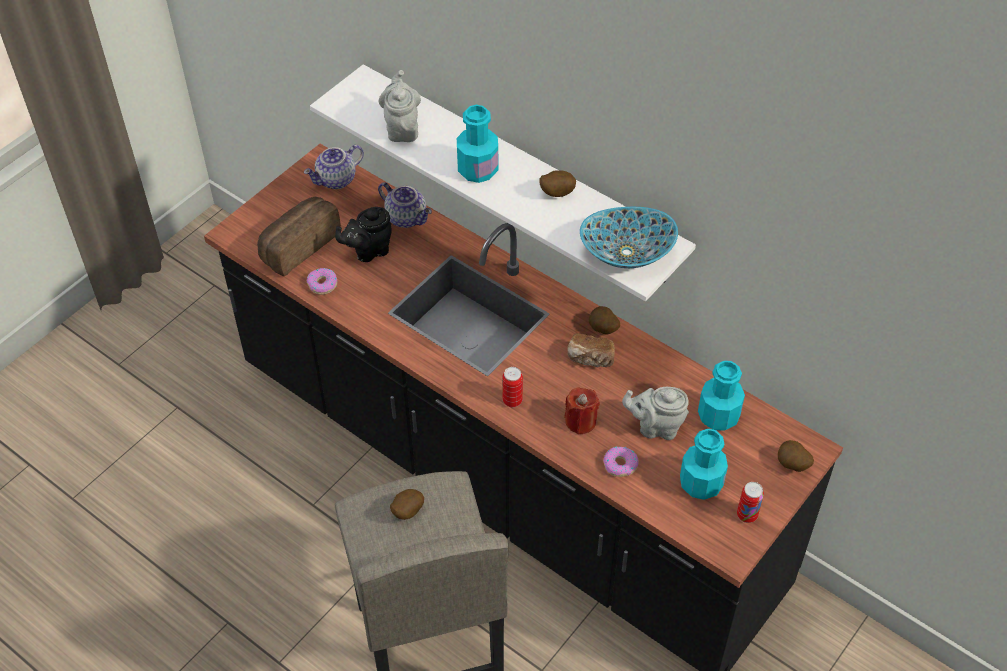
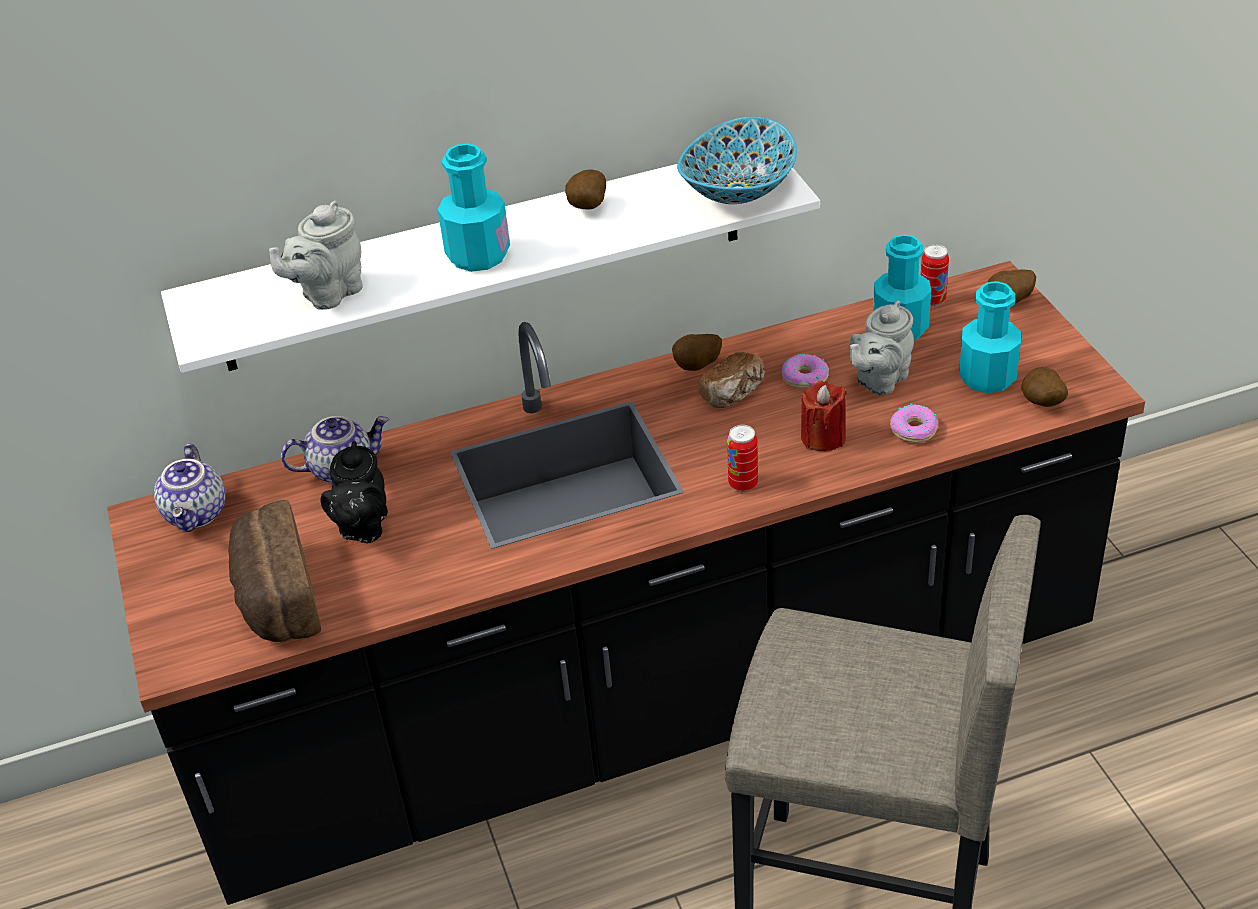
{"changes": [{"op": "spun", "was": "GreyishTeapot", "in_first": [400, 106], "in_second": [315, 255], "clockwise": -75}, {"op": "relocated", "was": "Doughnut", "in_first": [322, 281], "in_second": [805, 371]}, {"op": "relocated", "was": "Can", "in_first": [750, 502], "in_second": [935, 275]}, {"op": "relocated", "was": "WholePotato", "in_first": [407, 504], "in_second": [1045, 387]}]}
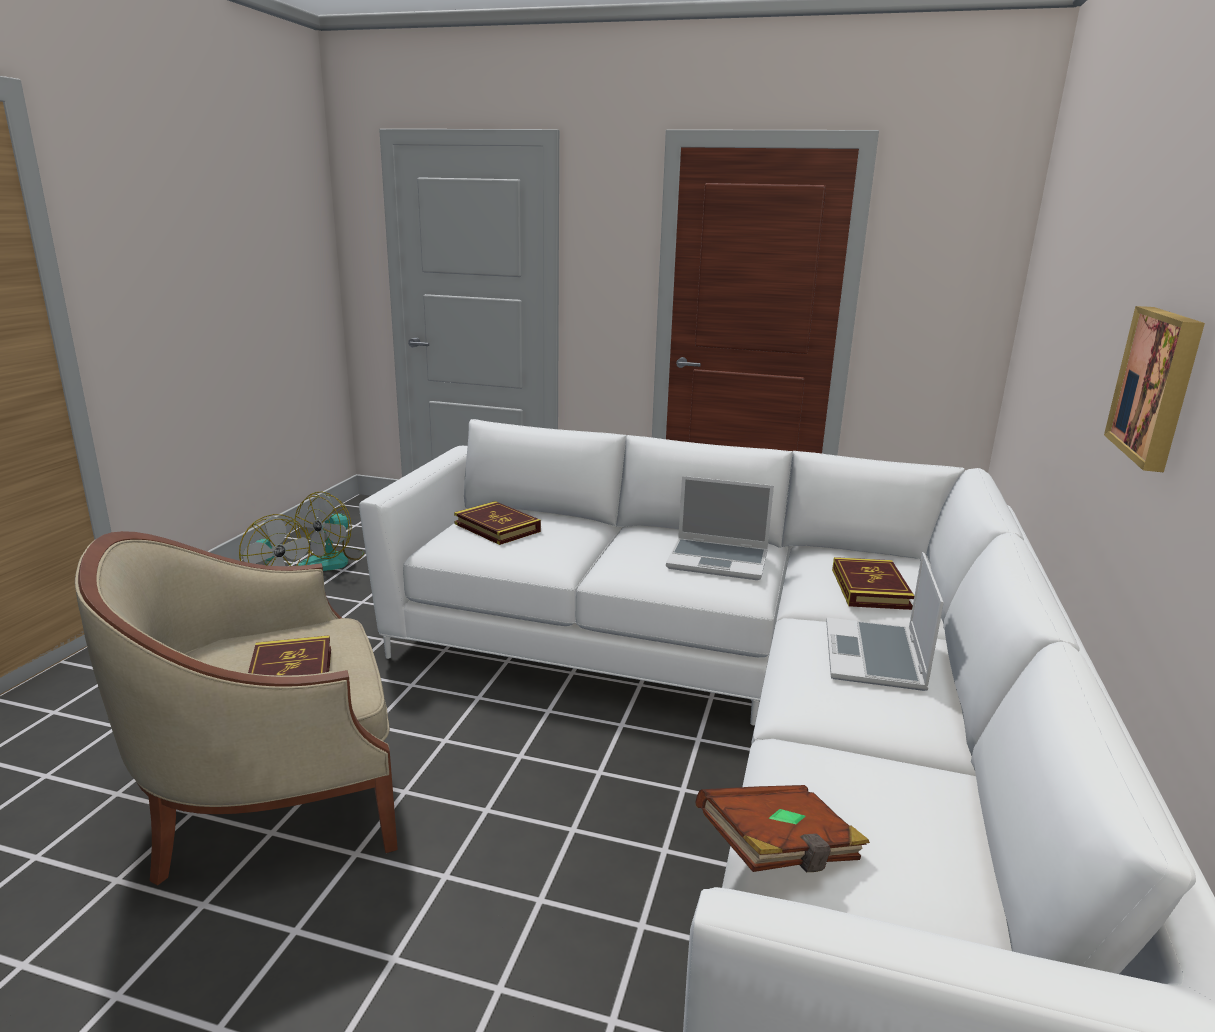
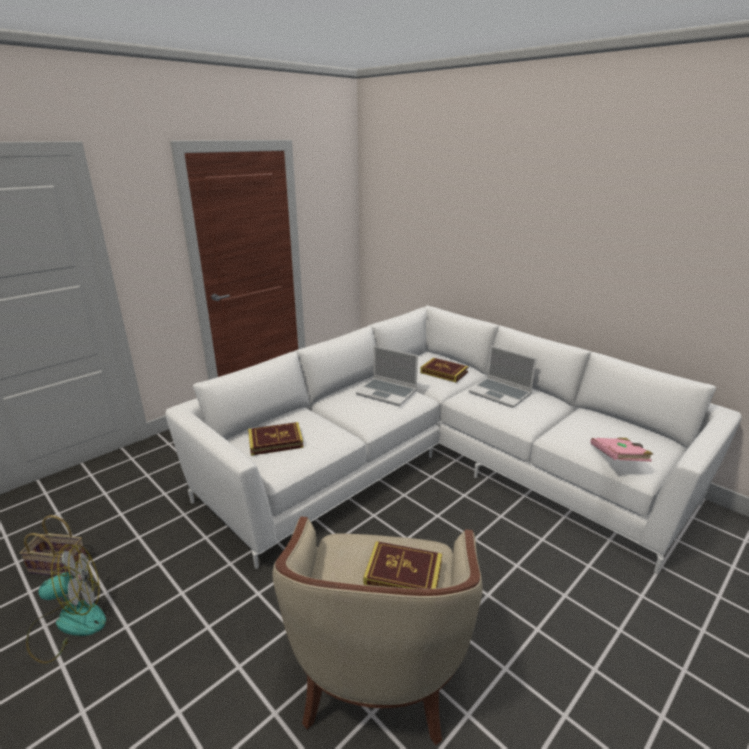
{"changes": [{"op": "exchanged", "was": "Fan", "now": "Basket", "in_first": [329, 531], "in_second": [54, 546]}, {"op": "spun", "was": "Laptop", "in_first": [720, 528], "in_second": [387, 376], "clockwise": 75}, {"op": "colour", "was": "BrownVolume", "now": "PinkVolume", "in_first": [783, 828], "in_second": [622, 450]}, {"op": "missing", "was": "WallPicture", "in_first": [1154, 389]}]}
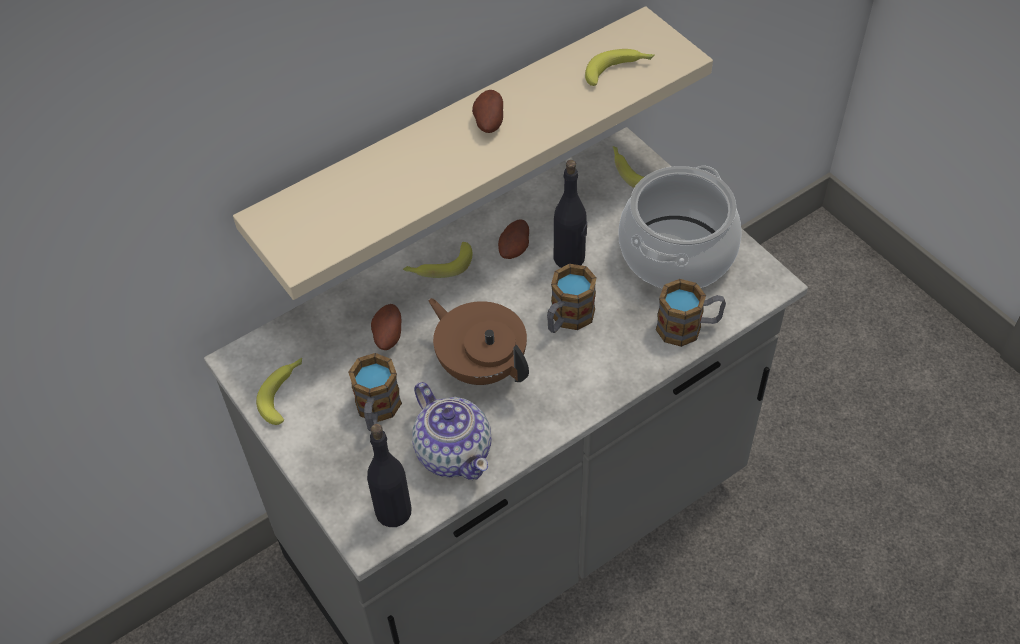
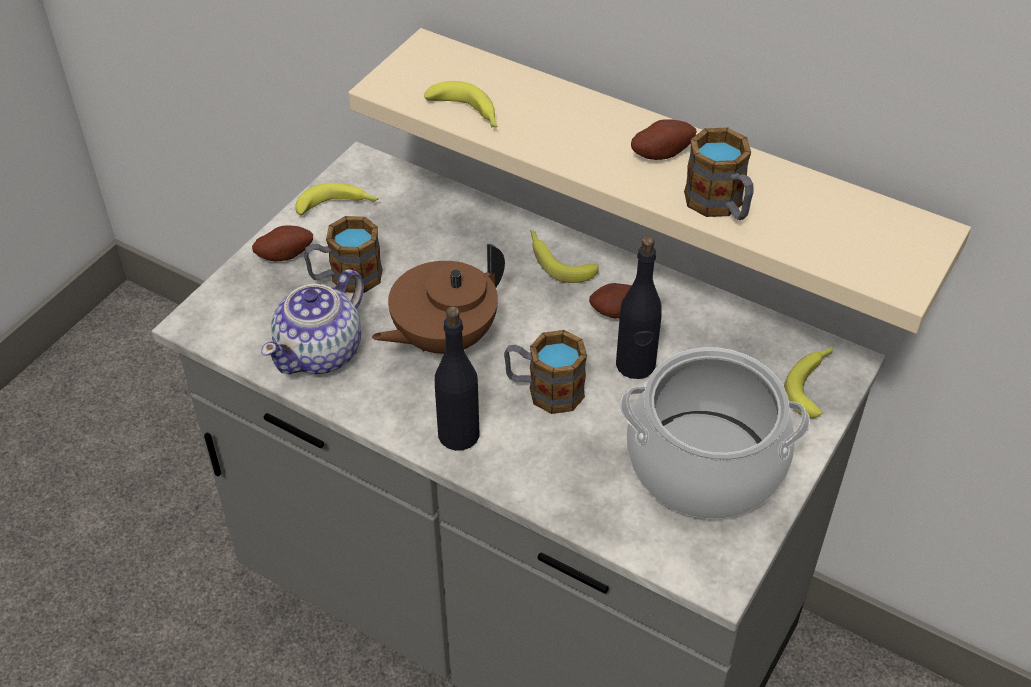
{"changes": [{"op": "relocated", "was": "WholePotato", "in_first": [386, 327], "in_second": [282, 243]}, {"op": "spun", "was": "BrownTeapot", "in_first": [478, 341], "in_second": [438, 299], "clockwise": -150}, {"op": "relocated", "was": "WholeBanana", "in_first": [619, 67], "in_second": [461, 104]}, {"op": "relocated", "was": "BlackishBottle", "in_first": [389, 475], "in_second": [457, 378]}, {"op": "relocated", "was": "Mug", "in_first": [691, 313], "in_second": [718, 173]}]}
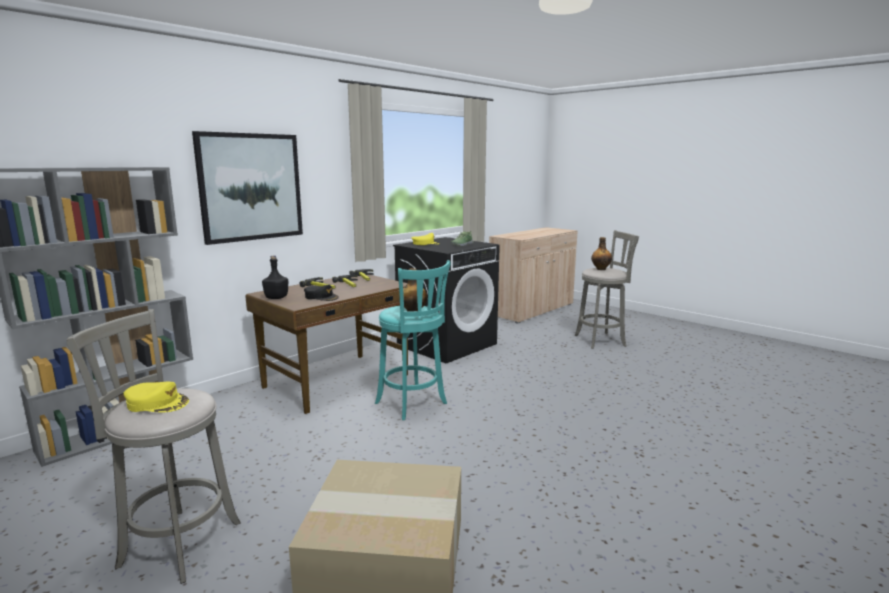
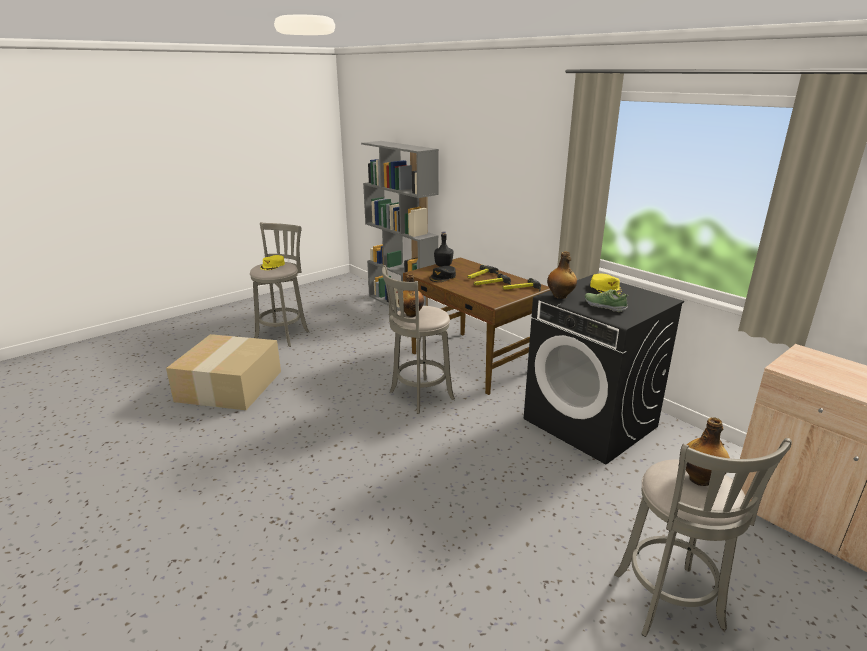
{"changes": [{"op": "colour", "was": "TurquoiseSittingStool", "now": "GreyishSittingStool", "in_first": [412, 340], "in_second": [418, 339]}, {"op": "appeared", "now": "Bottle", "in_second": [562, 275]}, {"op": "missing", "was": "WallPicture", "in_first": [247, 188]}]}
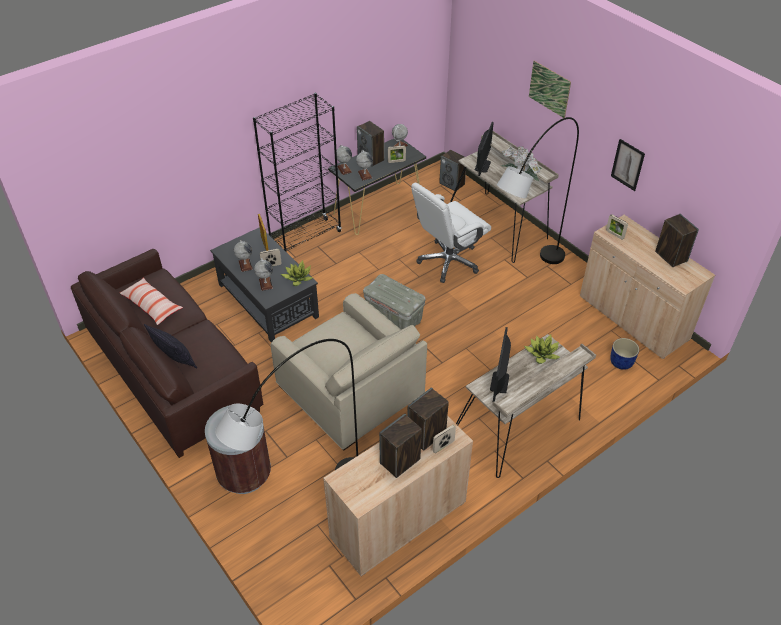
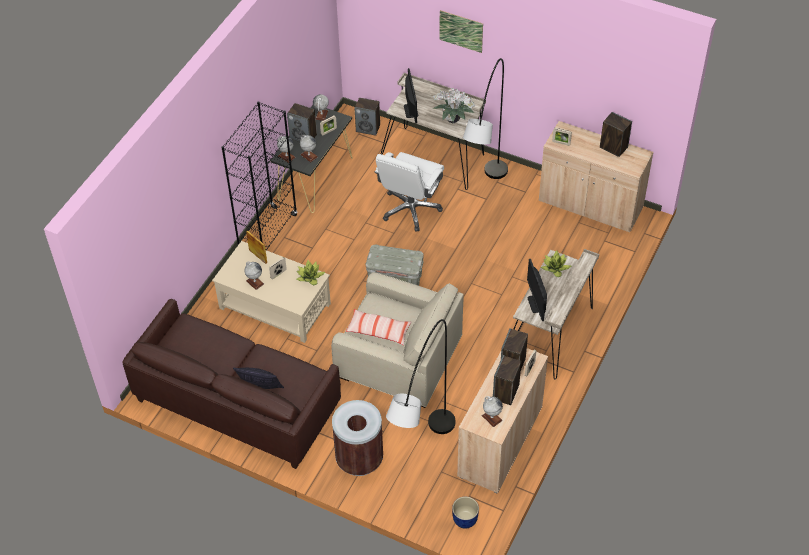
{"changes": [{"op": "colour", "was": "BlackishLoungeTable", "now": "BeigeColouredLoungeTable", "in_first": [264, 285], "in_second": [271, 292]}, {"op": "relocated", "was": "Pillow", "in_first": [151, 301], "in_second": [378, 327]}, {"op": "relocated", "was": "BluePlantPot", "in_first": [624, 354], "in_second": [465, 513]}, {"op": "relocated", "was": "Globe", "in_first": [263, 274], "in_second": [492, 411]}, {"op": "missing", "was": "WallPicture", "in_first": [628, 165]}]}
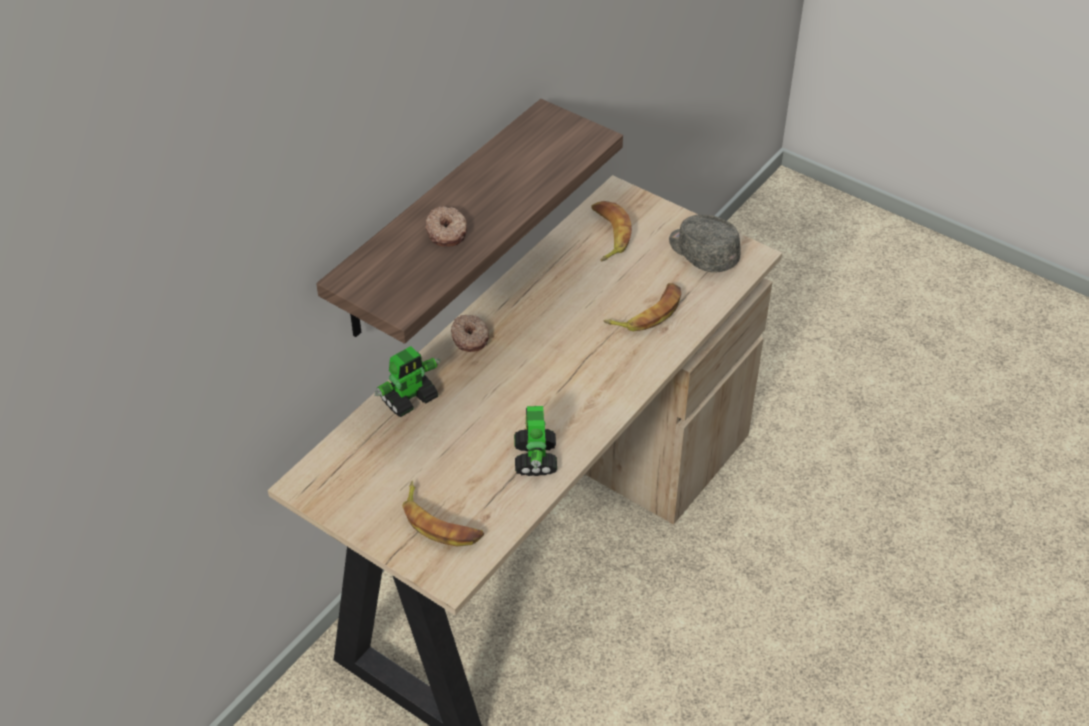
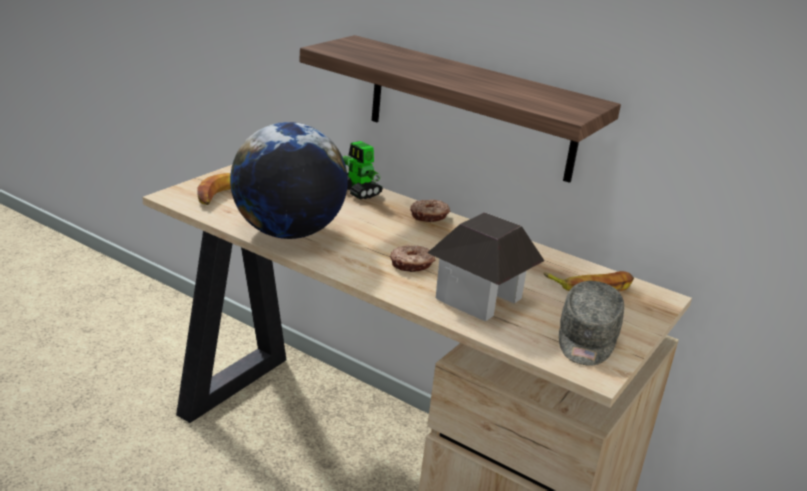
{"changes": [{"op": "exchanged", "was": "RobotFigure", "now": "Globe", "in_first": [535, 441], "in_second": [289, 180]}, {"op": "relocated", "was": "Doughnut", "in_first": [446, 226], "in_second": [413, 258]}, {"op": "exchanged", "was": "WholeBanana", "now": "ToyHouse", "in_first": [642, 307], "in_second": [485, 267]}, {"op": "spun", "was": "GreyishBaseballCap", "in_first": [705, 243], "in_second": [591, 323], "clockwise": 150}]}
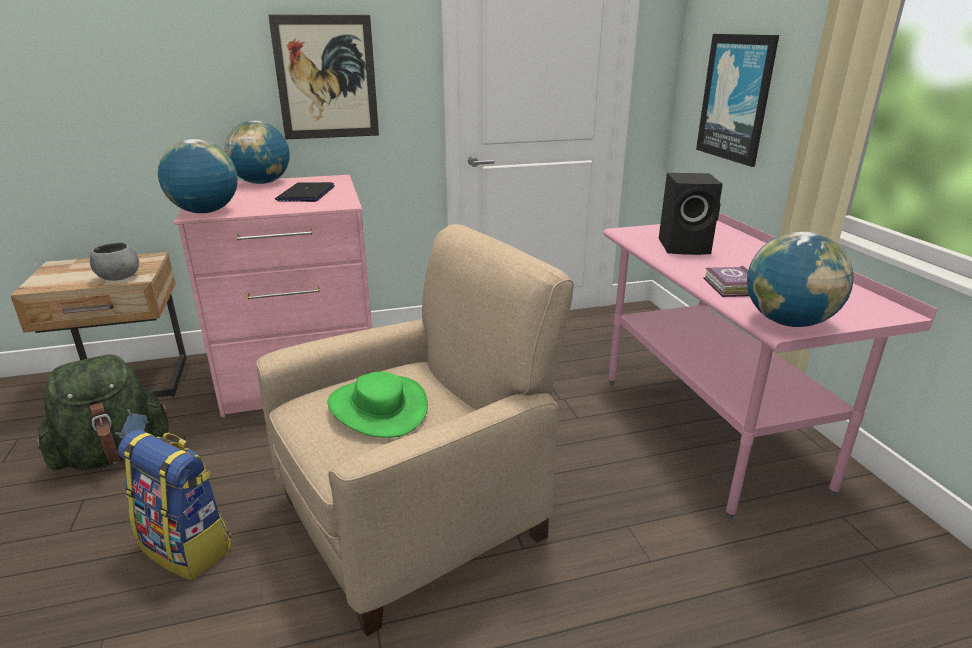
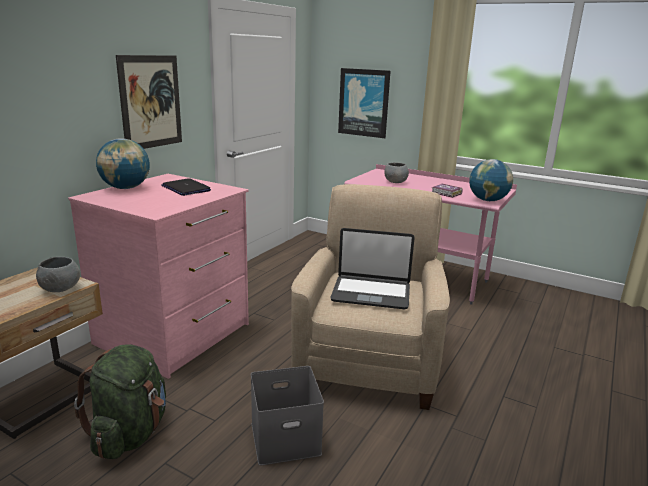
{"changes": [{"op": "exchanged", "was": "Knapsack", "now": "GreyishStorageBox", "in_first": [175, 505], "in_second": [287, 415]}, {"op": "exchanged", "was": "GreenColouredHat", "now": "Laptop", "in_first": [377, 405], "in_second": [372, 268]}, {"op": "exchanged", "was": "BlackishSpeaker", "now": "GreyishBowl", "in_first": [691, 214], "in_second": [396, 172]}, {"op": "missing", "was": "Globe", "in_first": [198, 176]}]}
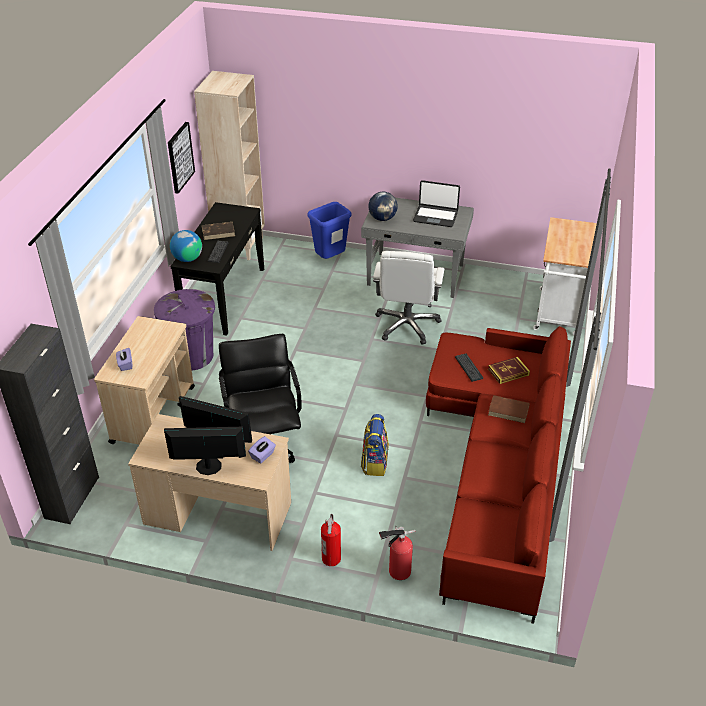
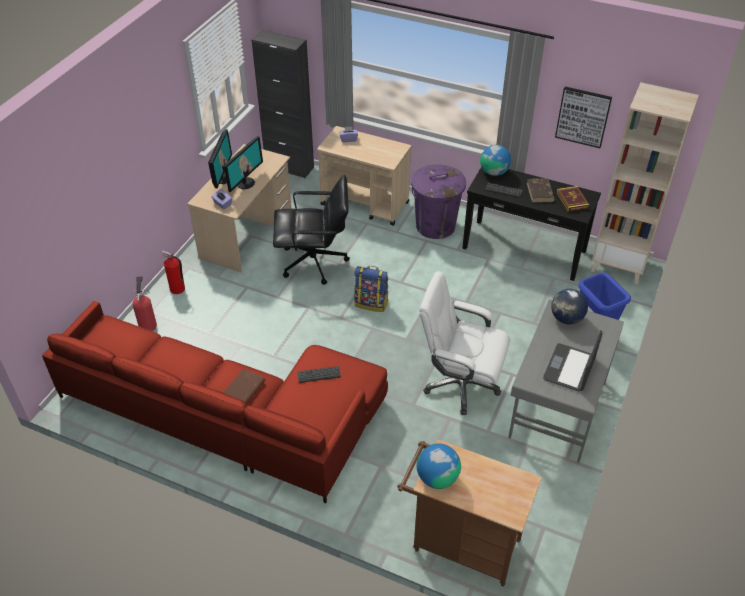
{"changes": [{"op": "relocated", "was": "Knapsack", "in_first": [375, 445], "in_second": [371, 289]}, {"op": "colour", "was": "WhiteCart", "now": "BrownCart", "in_first": [565, 276], "in_second": [469, 512]}, {"op": "appeared", "now": "Globe", "in_second": [438, 466]}, {"op": "relocated", "was": "Volume", "in_first": [509, 370], "in_second": [573, 199]}]}
